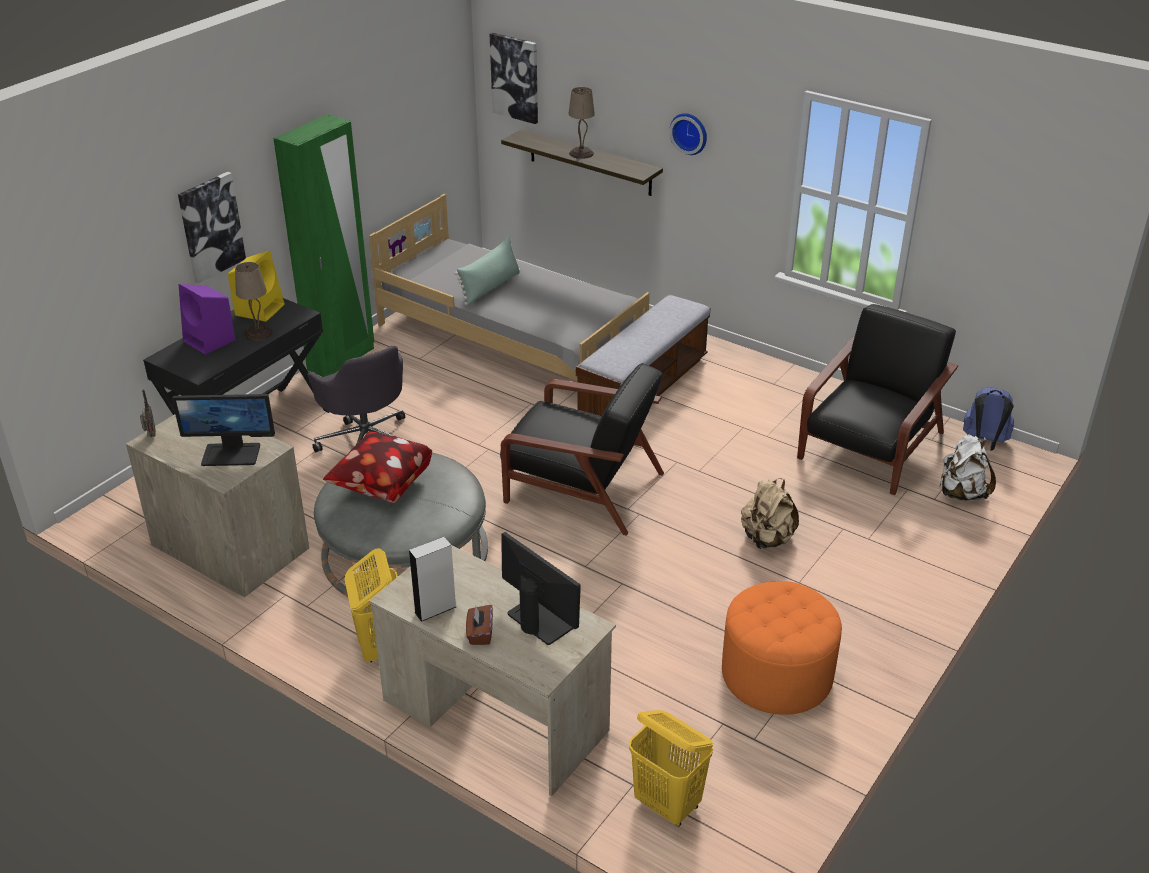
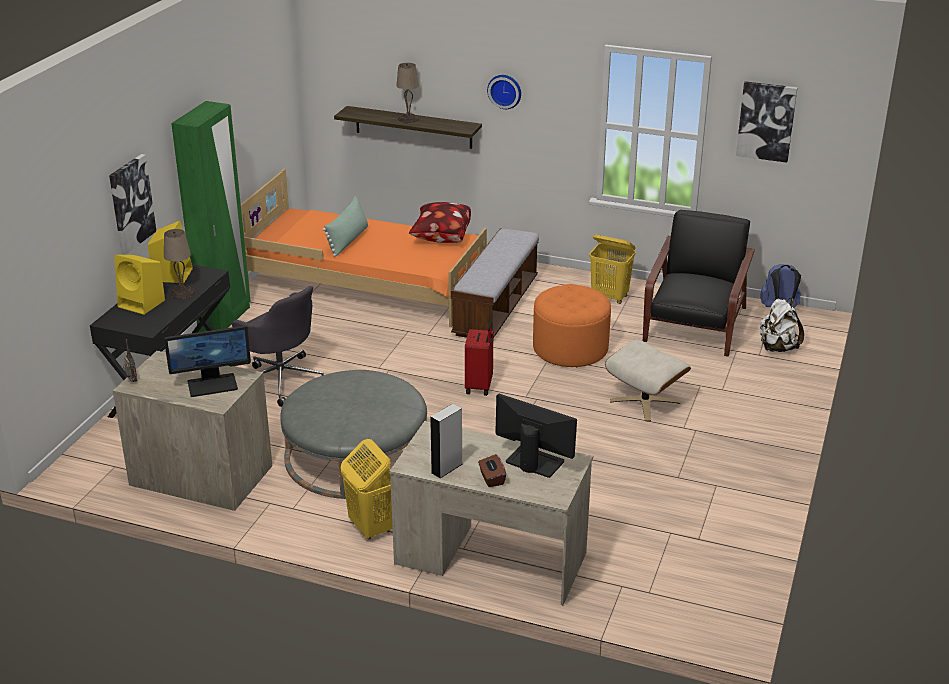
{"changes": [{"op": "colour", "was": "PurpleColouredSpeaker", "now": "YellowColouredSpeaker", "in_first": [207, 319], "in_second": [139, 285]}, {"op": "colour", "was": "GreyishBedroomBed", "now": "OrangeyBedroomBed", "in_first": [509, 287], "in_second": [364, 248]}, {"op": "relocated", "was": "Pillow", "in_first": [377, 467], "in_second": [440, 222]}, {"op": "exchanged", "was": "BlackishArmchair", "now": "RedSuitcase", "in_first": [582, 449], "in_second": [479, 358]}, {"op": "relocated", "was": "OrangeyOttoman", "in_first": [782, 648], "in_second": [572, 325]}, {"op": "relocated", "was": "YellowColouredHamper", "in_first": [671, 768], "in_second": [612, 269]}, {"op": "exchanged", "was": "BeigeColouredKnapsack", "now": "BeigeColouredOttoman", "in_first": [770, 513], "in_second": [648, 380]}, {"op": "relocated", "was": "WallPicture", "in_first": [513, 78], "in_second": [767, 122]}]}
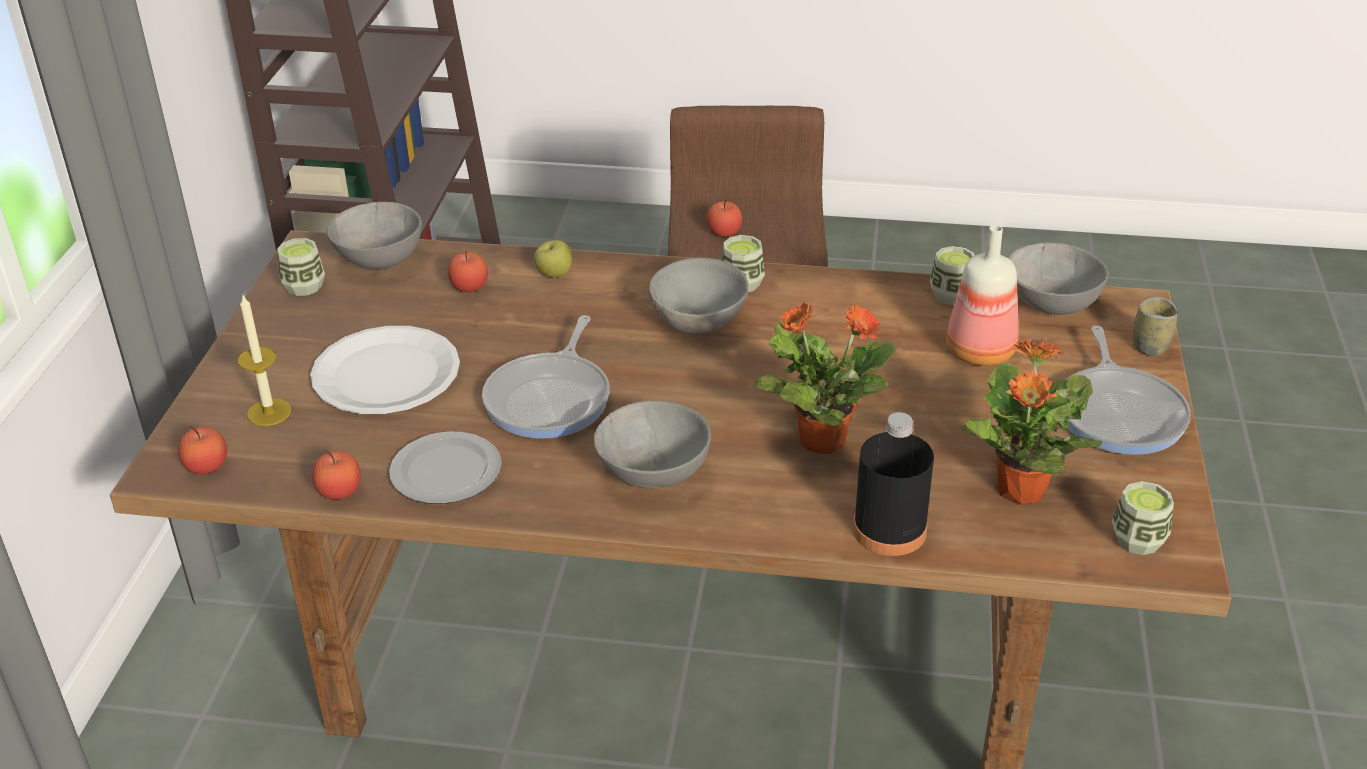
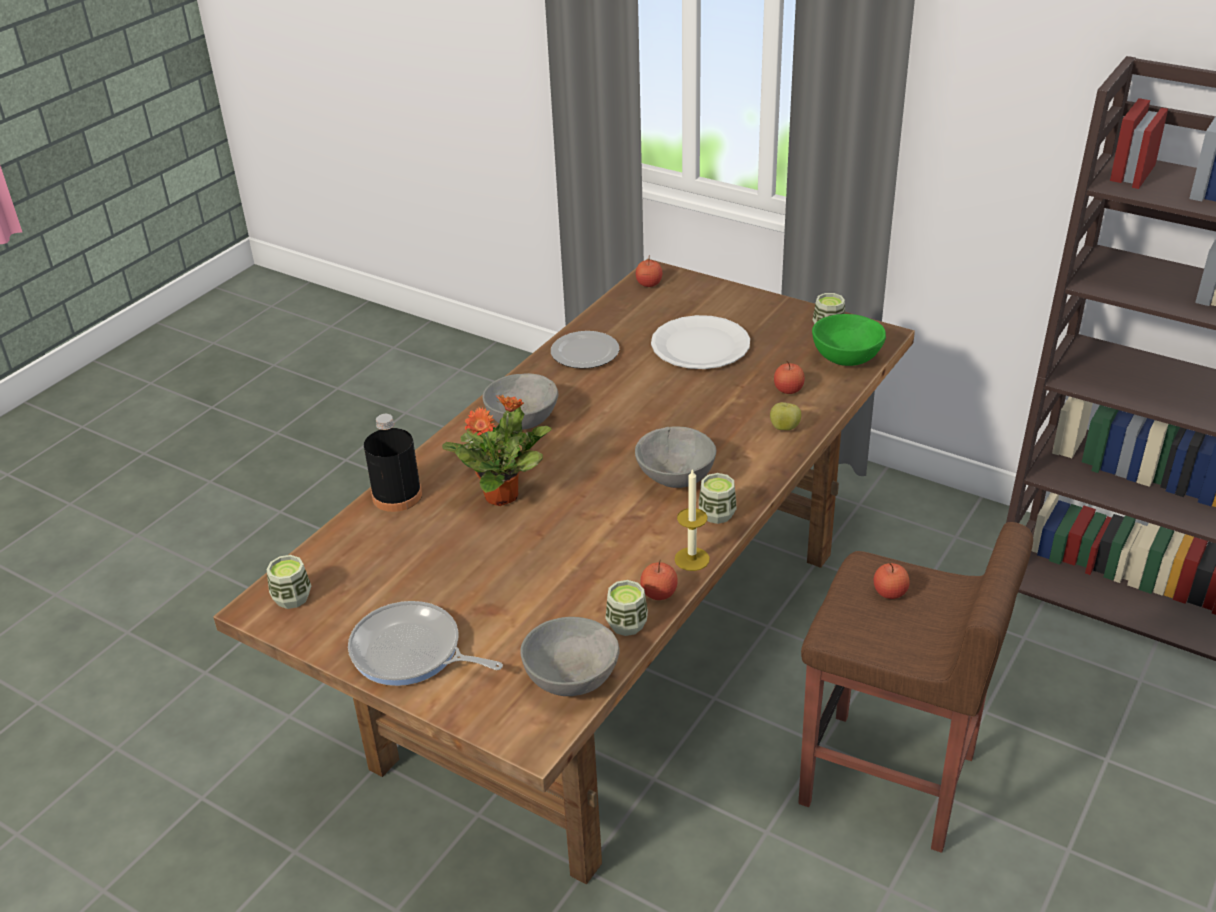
{"changes": [{"op": "relocated", "was": "AppleFruit", "in_first": [336, 475], "in_second": [659, 580]}, {"op": "relocated", "was": "Candle", "in_first": [264, 361], "in_second": [692, 519]}, {"op": "colour", "was": "GreyishBowl", "now": "GreenColouredBowl", "in_first": [374, 235], "in_second": [849, 340]}, {"op": "missing", "was": "Skillet", "in_first": [546, 377]}, {"op": "missing", "was": "Bottle", "in_first": [982, 295]}, {"op": "missing", "was": "Houseplant", "in_first": [1031, 421]}, {"op": "missing", "was": "Cup", "in_first": [1155, 326]}]}
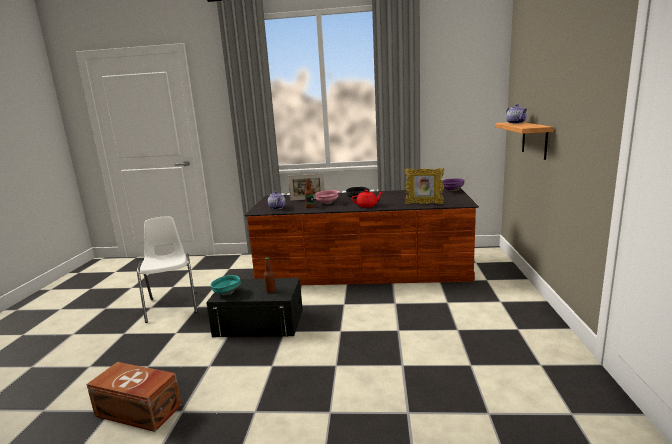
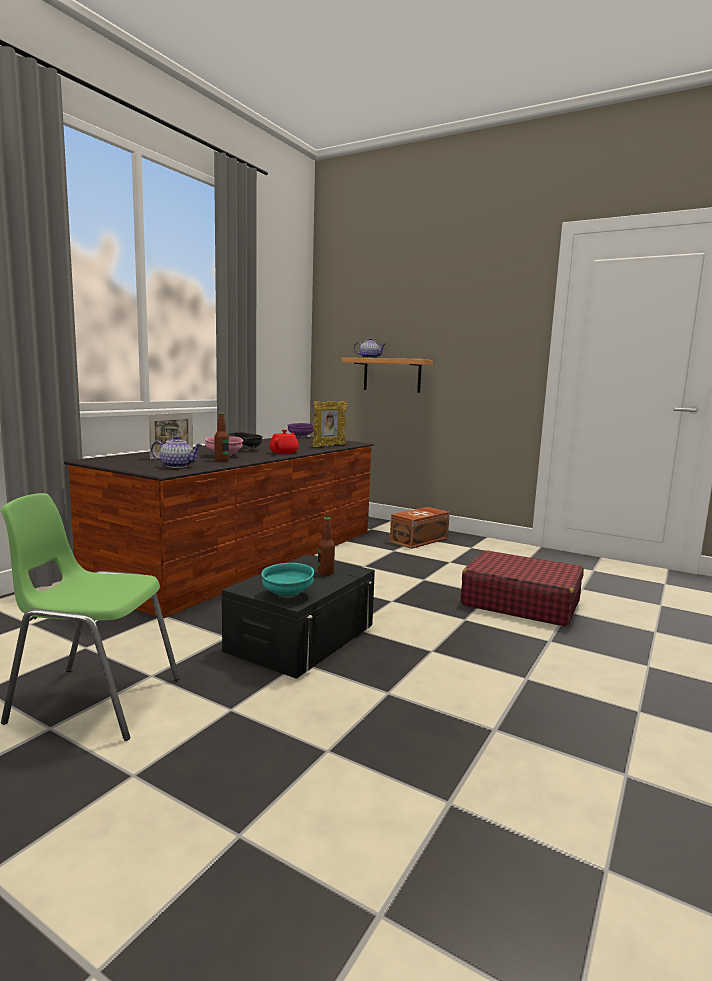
{"changes": [{"op": "colour", "was": "WhitePlainChair", "now": "GreenColouredPlainChair", "in_first": [167, 270], "in_second": [90, 617]}, {"op": "relocated", "was": "BrownStorageBox", "in_first": [134, 397], "in_second": [420, 528]}, {"op": "appeared", "now": "RedSuitcase", "in_second": [522, 588]}]}
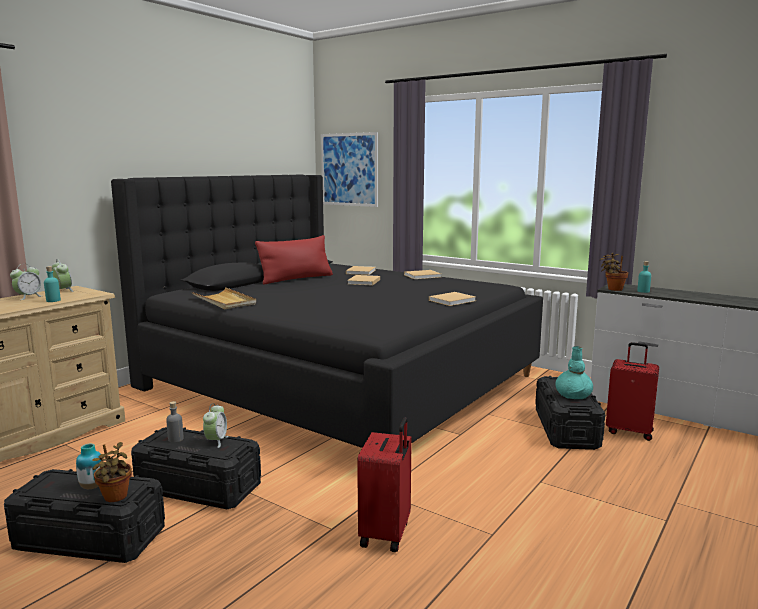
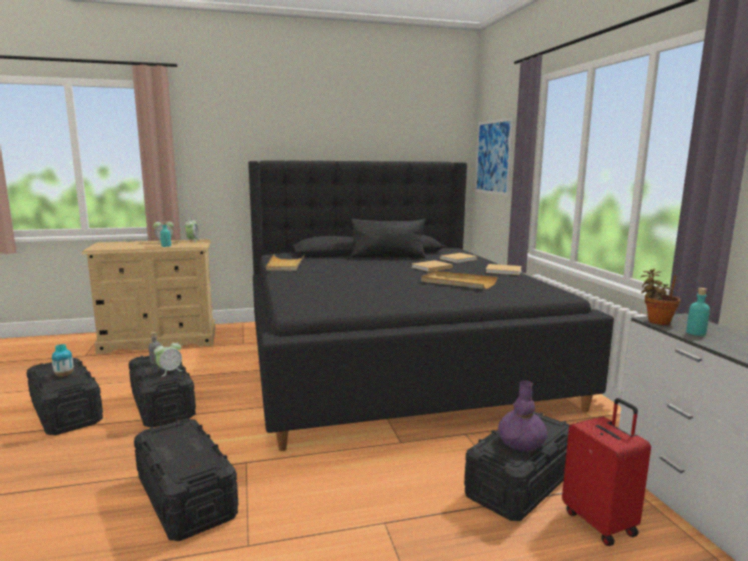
{"changes": [{"op": "exchanged", "was": "RedSuitcase", "now": "BlackishStorageBox", "in_first": [384, 484], "in_second": [186, 480]}, {"op": "colour", "was": "RedPillow", "now": "BlackishPillow", "in_first": [294, 259], "in_second": [387, 238]}, {"op": "appeared", "now": "BeigeColouredServingTray", "in_second": [459, 280]}, {"op": "colour", "was": "TurquoiseFlowerVase", "now": "PurpleColouredFlowerVase", "in_first": [574, 372], "in_second": [522, 416]}, {"op": "missing", "was": "Houseplant", "in_first": [112, 472]}, {"op": "missing", "was": "BeigeColouredVolume", "in_first": [452, 299]}]}
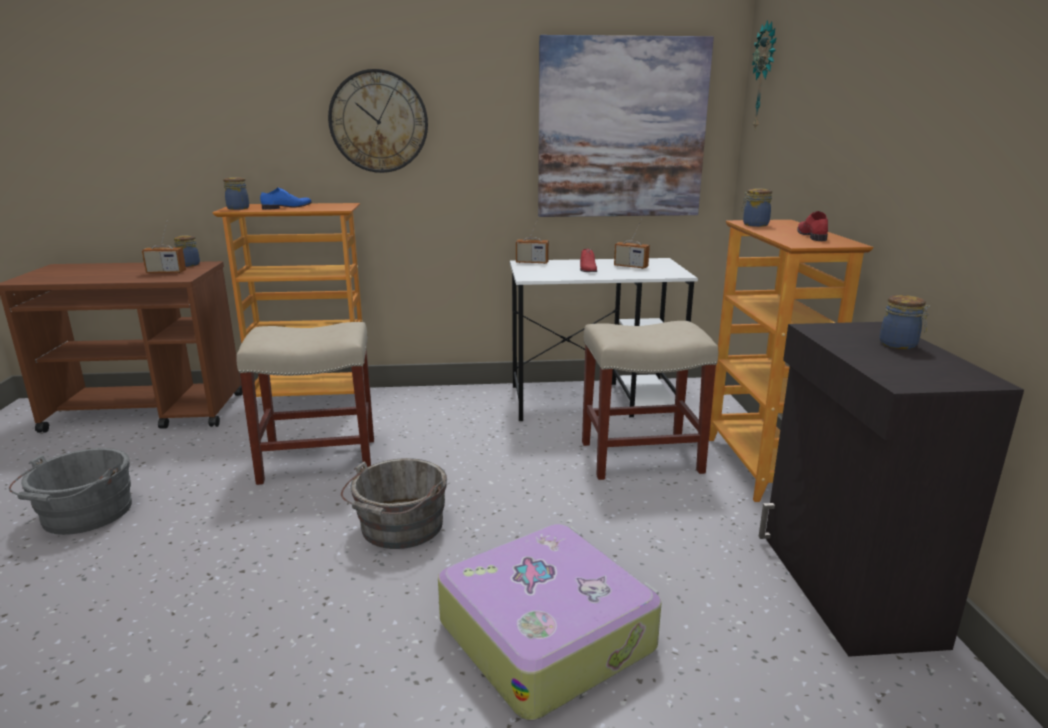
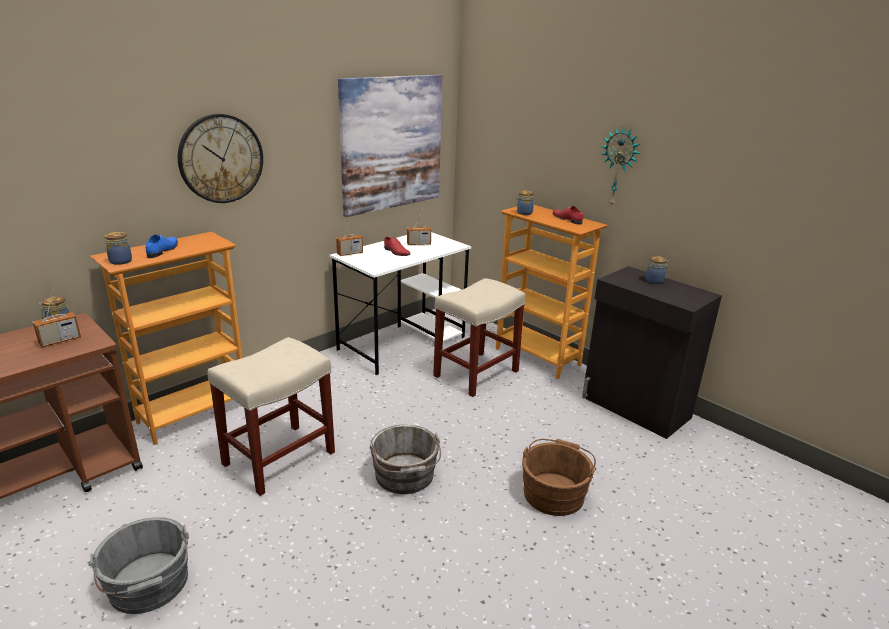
{"changes": [{"op": "exchanged", "was": "Suitcase", "now": "BrownPail", "in_first": [550, 622], "in_second": [559, 477]}, {"op": "relocated", "was": "WallClock", "in_first": [764, 74], "in_second": [620, 167]}]}
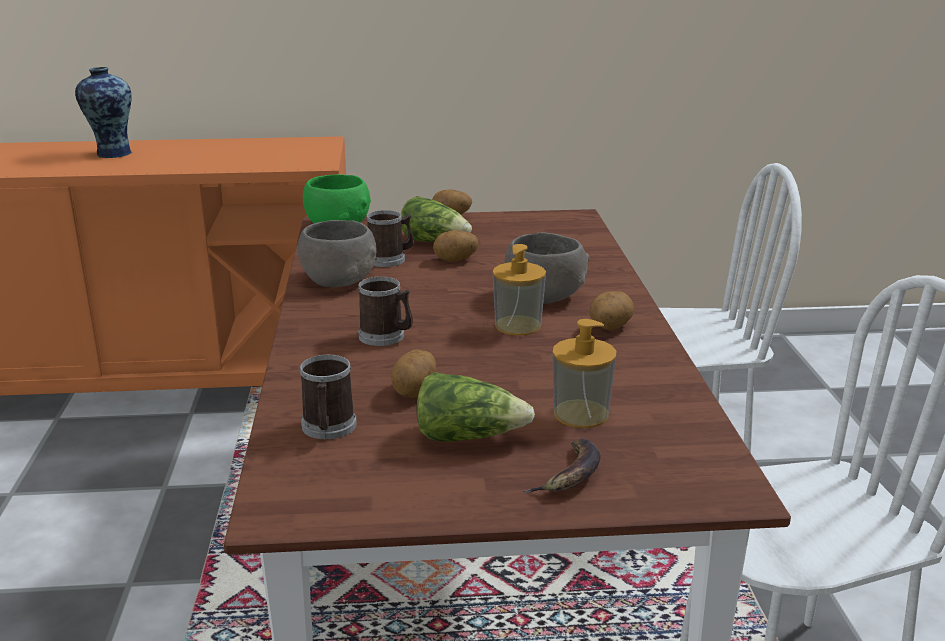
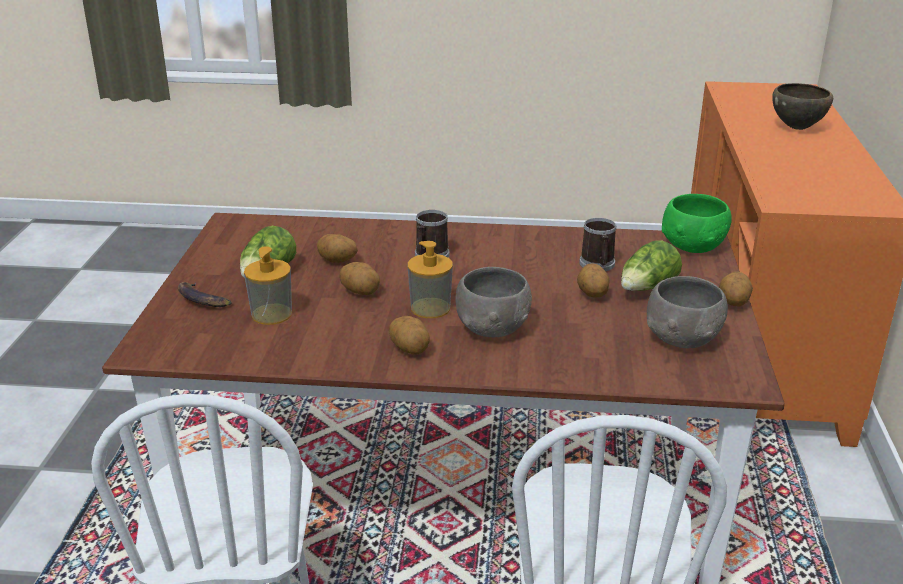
{"changes": [{"op": "appeared", "now": "WholePotato", "in_second": [359, 278]}, {"op": "relocated", "was": "GreyishBowl", "in_first": [337, 253], "in_second": [687, 312]}, {"op": "exchanged", "was": "FlowerVase", "now": "BrownBowl", "in_first": [104, 112], "in_second": [802, 106]}, {"op": "missing", "was": "Mug", "in_first": [328, 397]}]}
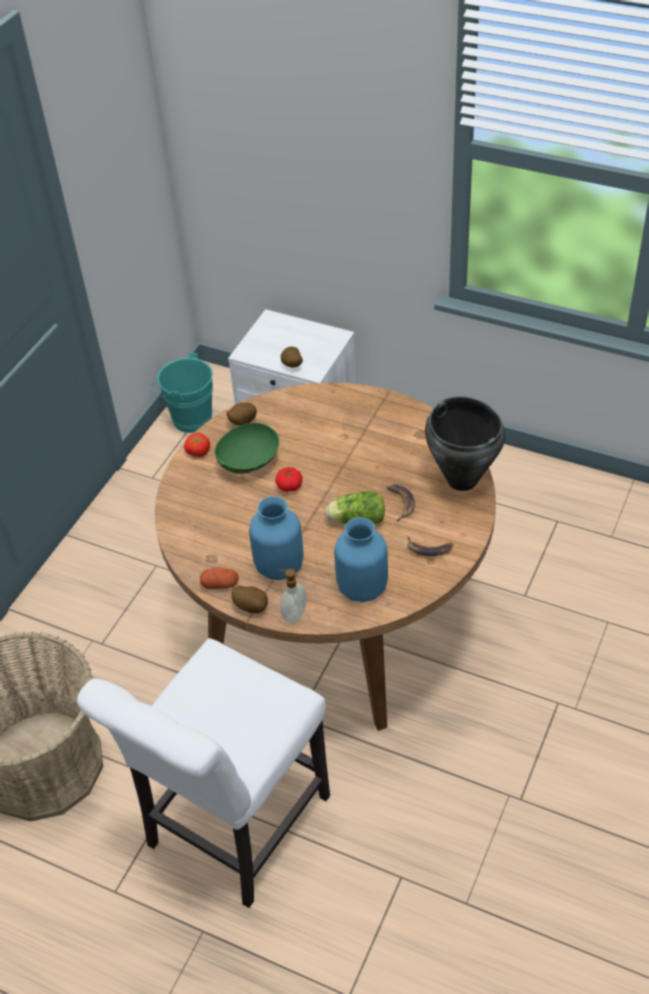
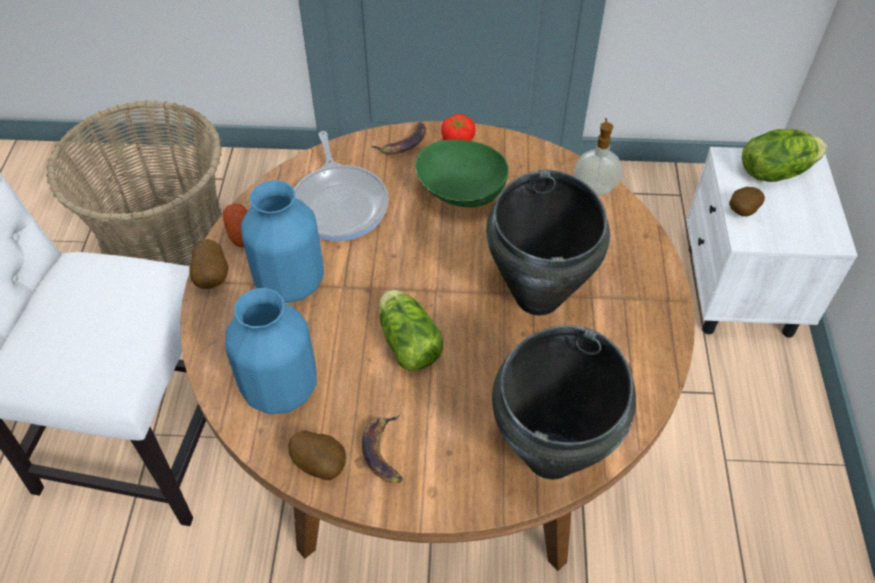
{"changes": [{"op": "relocated", "was": "WholePotato", "in_first": [242, 414], "in_second": [317, 455]}, {"op": "appeared", "now": "Skillet", "in_second": [341, 186]}, {"op": "relocated", "was": "WholeBanana", "in_first": [401, 503], "in_second": [399, 138]}, {"op": "appeared", "now": "BlackishSaucepot", "in_second": [548, 243]}, {"op": "relocated", "was": "LiquidSoapBottle", "in_first": [293, 596], "in_second": [598, 156]}, {"op": "appeared", "now": "HeadOfLettuce", "in_second": [784, 155]}, {"op": "missing", "was": "TurquoisePail", "in_first": [181, 393]}, {"op": "missing", "was": "FreshTomato", "in_first": [289, 479]}]}
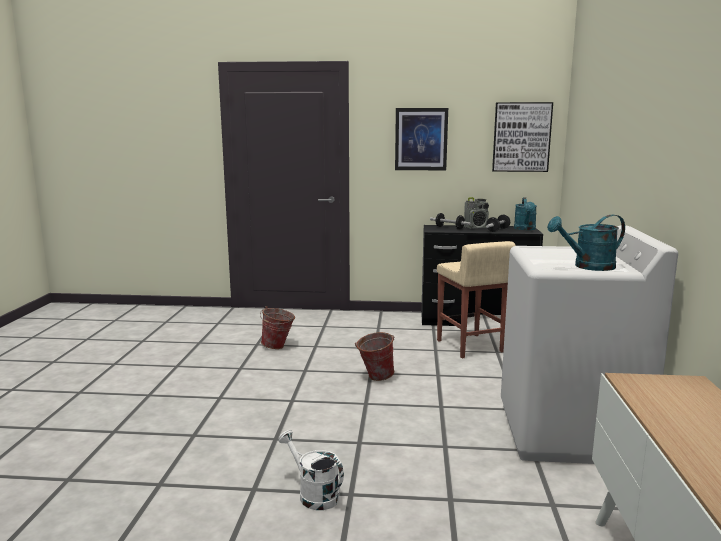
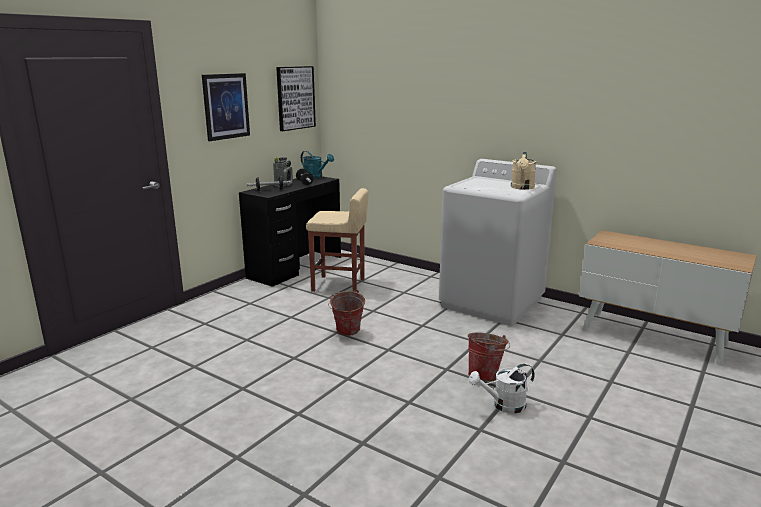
{"changes": [{"op": "relocated", "was": "Pail", "in_first": [277, 327], "in_second": [489, 357]}, {"op": "colour", "was": "TurquoiseWateringPot", "now": "BeigeColouredWateringPot", "in_first": [586, 243], "in_second": [523, 171]}]}
